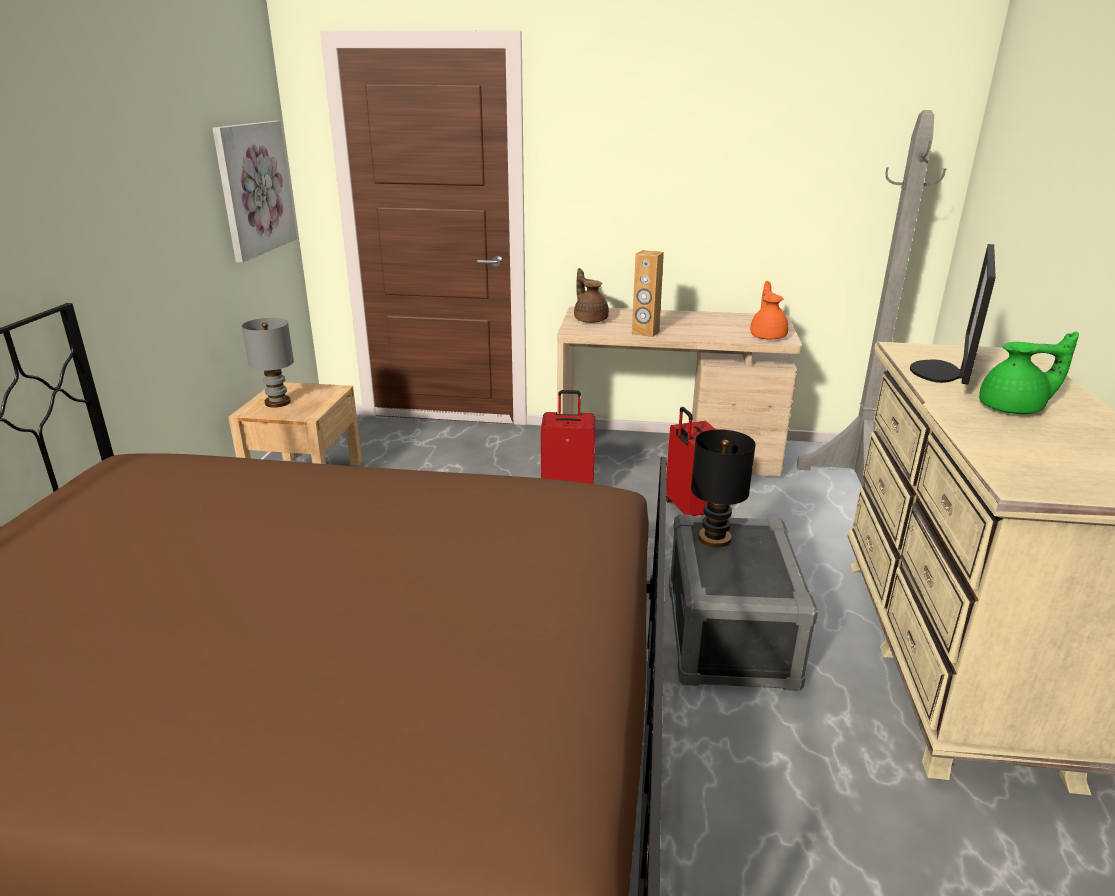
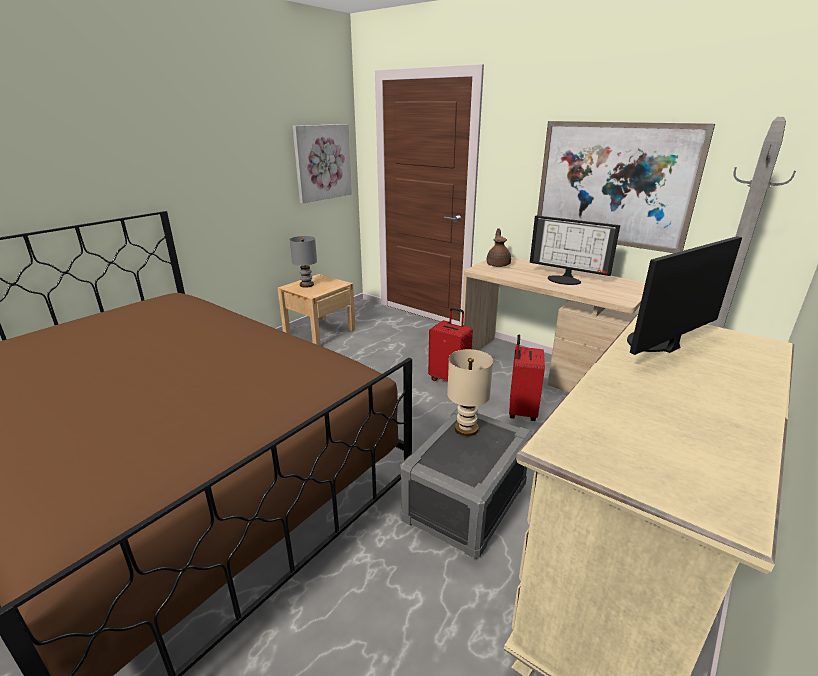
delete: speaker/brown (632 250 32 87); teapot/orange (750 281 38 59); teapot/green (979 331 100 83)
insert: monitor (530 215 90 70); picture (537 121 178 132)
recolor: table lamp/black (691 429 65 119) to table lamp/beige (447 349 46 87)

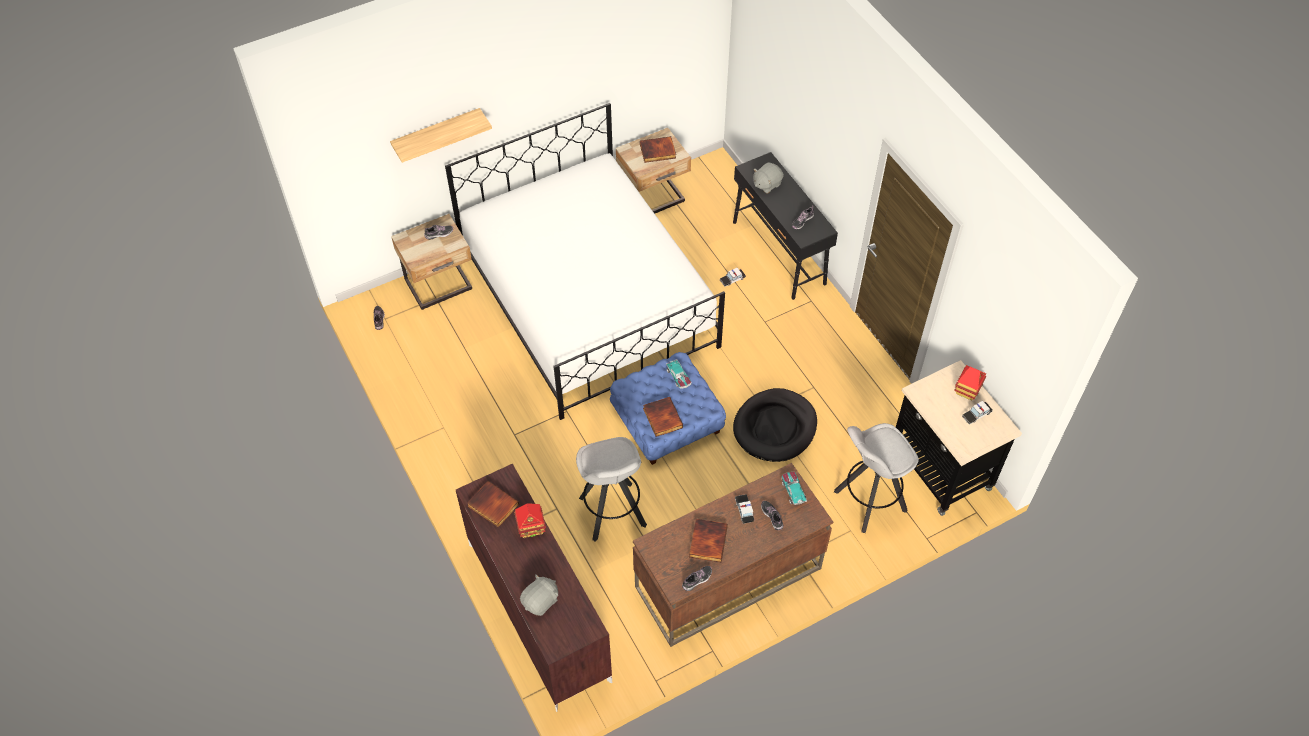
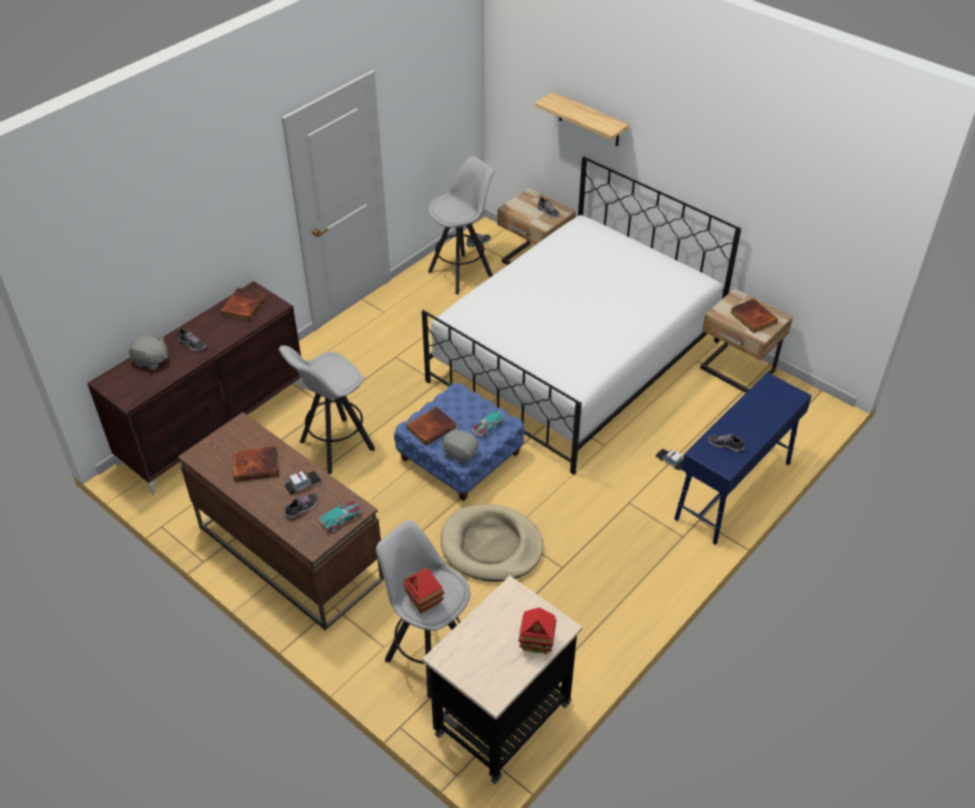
delete: toy car (962 401 31 24)
insert: stool/grey (428 156 66 138)
move: toy house (514 503 32 35) to (403 568 41 46); shoe (682 566 30 25) to (177 327 30 24); plush toy/grey (753 162 31 32) to (442 426 37 38)
recolor: console table/black (733 152 105 148) to console table/blue (674 372 138 173); dog bed/black (733 388 84 74) to dog bed/beige (441 504 102 78)

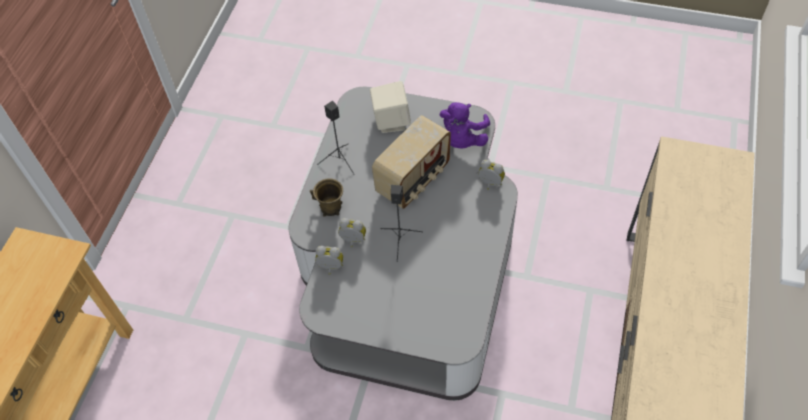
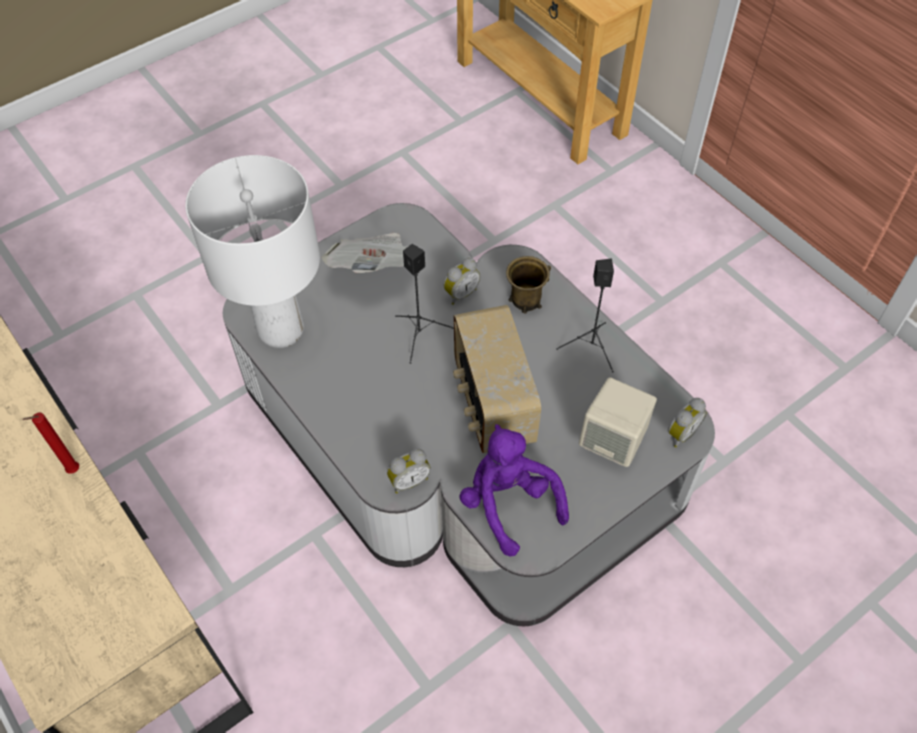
insert: candle/red (23 413 56 61); table lamp/white (185 155 135 193); newspaper (321 233 87 40)
move: alarm clock (315 246 28 29) to (668 398 39 49)

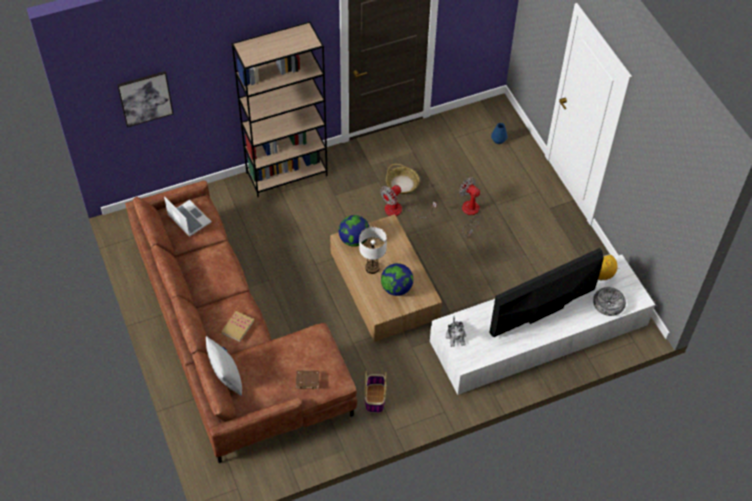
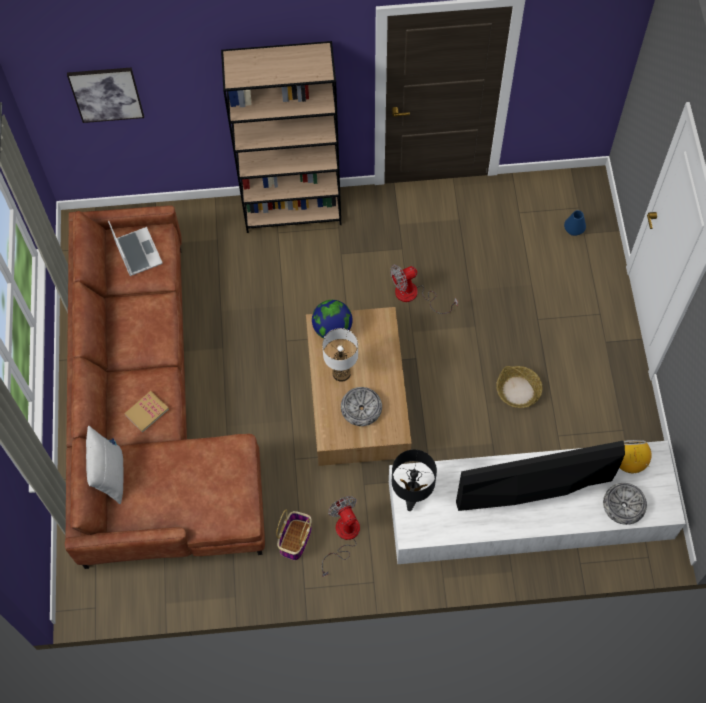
delete: book/brown (296 370 23 19)
move: basket (386 164 33 30) to (496 366 46 42); fan (459 177 22 60) to (322 496 38 81)
replace: globe (381 263 32 33) to bowl (341 387 41 39); plush toy (446 317 20 30) to table lamp/black (392 449 45 62)

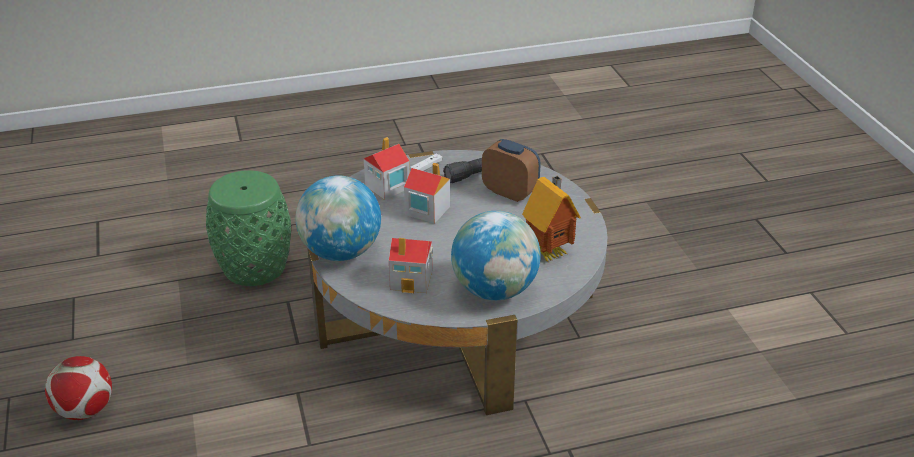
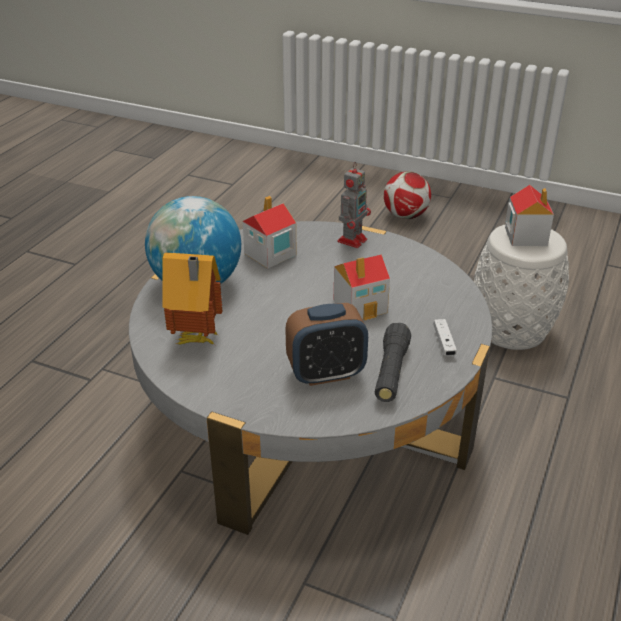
move: toy house (364 137 46 63) to (505 185 49 61)
replace: globe (296 176 85 85) to toy robot (337 162 34 86)
recolor: stool/green (206 170 85 116) to stool/white (474 224 95 126)

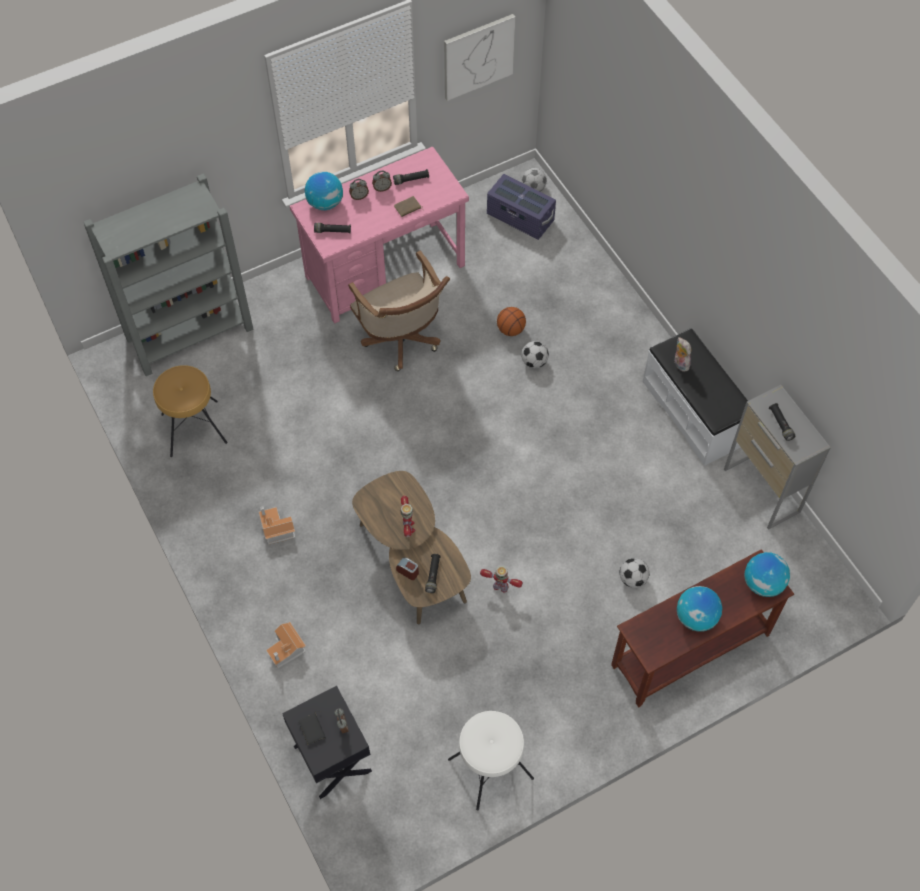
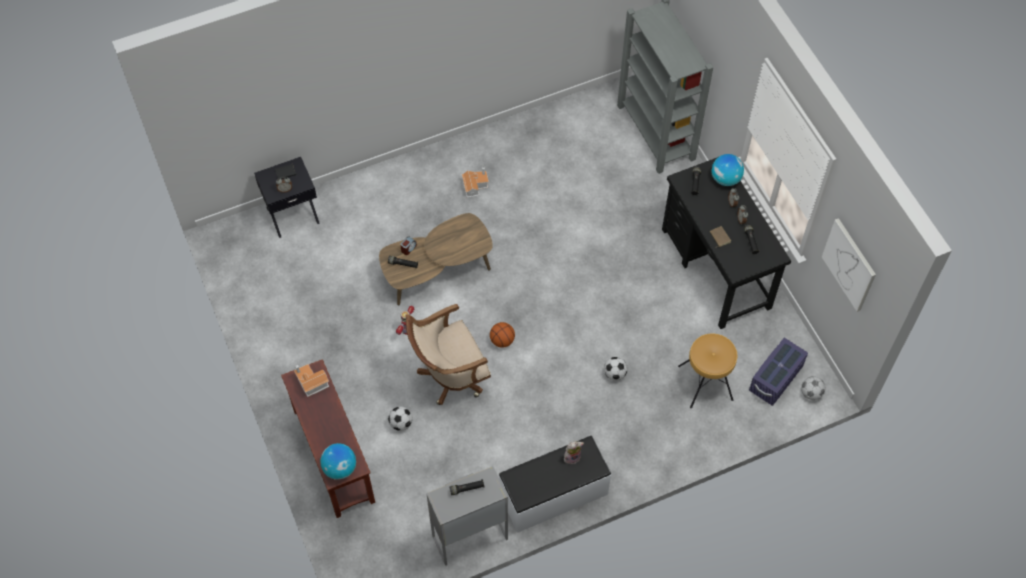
delete: toy robot (400 496 15 41); stool/white (448 711 86 99); globe (677 586 45 46)
move: stool/brown (153 365 75 92) to (678 333 59 75); toy house (266 622 40 46) to (294 364 35 33); office chair (348 251 102 120) to (406 304 85 101); basketball (497 307 29 29) to (490 322 25 26)
recolor: desk/pink (290 146 179 178) to desk/black (662 157 129 172)

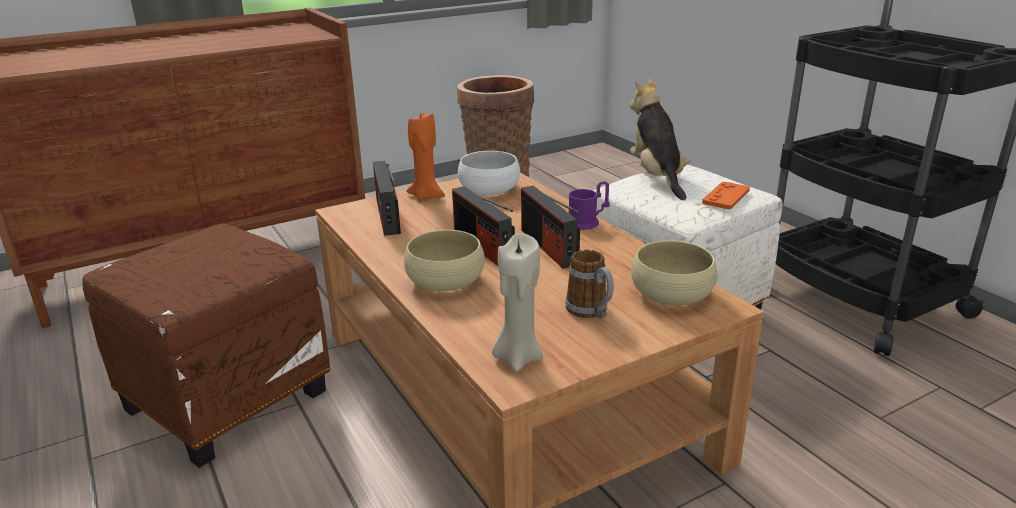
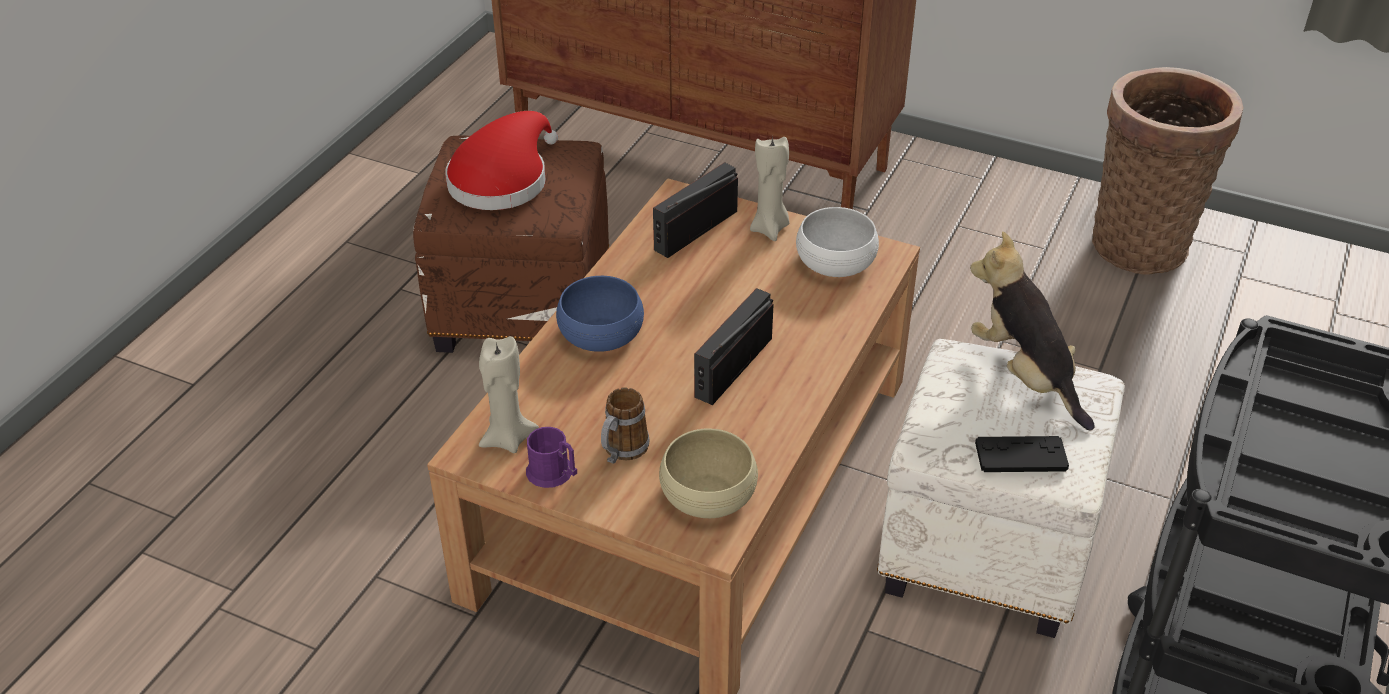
delete: radio (452 186 63 80)
insert: hat/red (445 111 113 99)
move: mug/purple (569 181 41 49) to (526 427 51 61)
recolor: bowl/beige (404 230 81 61) to bowl/blue (556 276 88 76); candle/orange (406 113 39 88) to candle/beige (750 136 39 105); game controller/orange (702 182 48 27) to game controller/black (975 436 94 36)
rotate: plush toy (630 79 61 121) = (970 231 125 200) 75 degrees counterclockwise

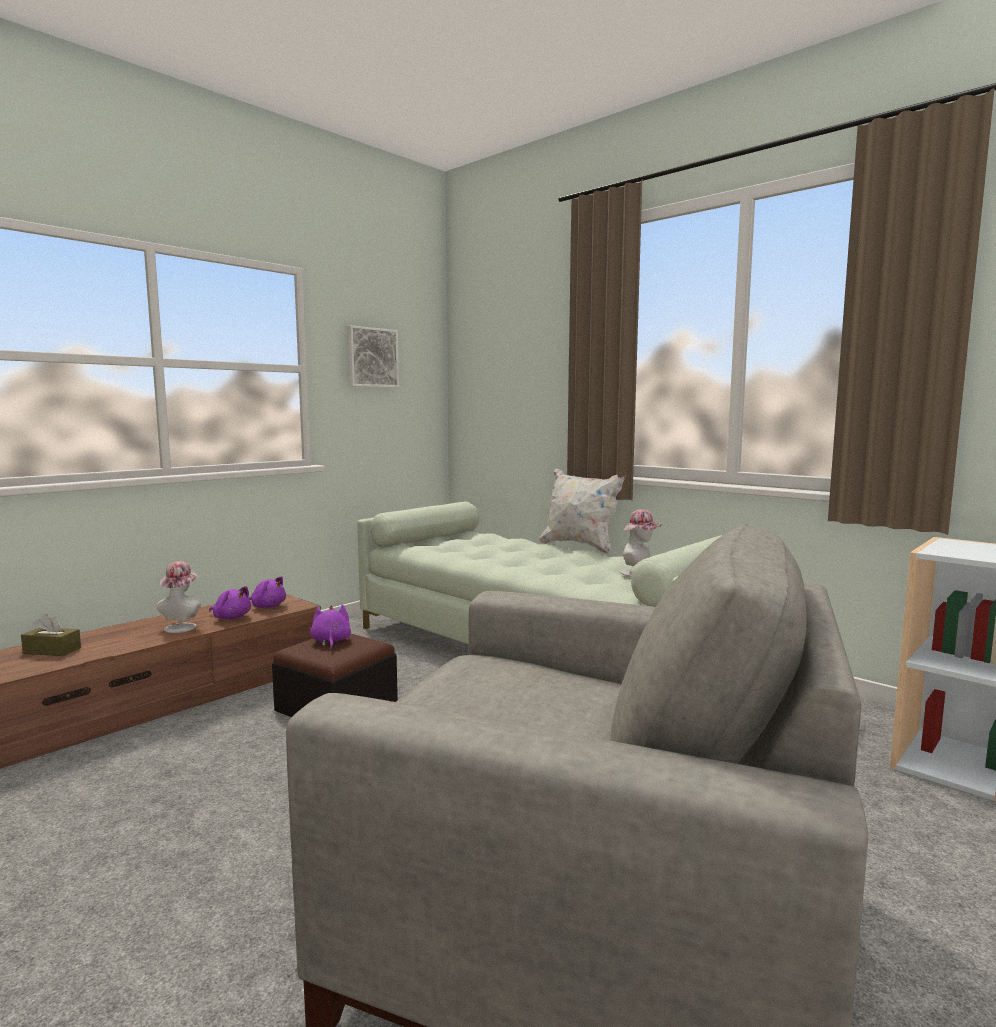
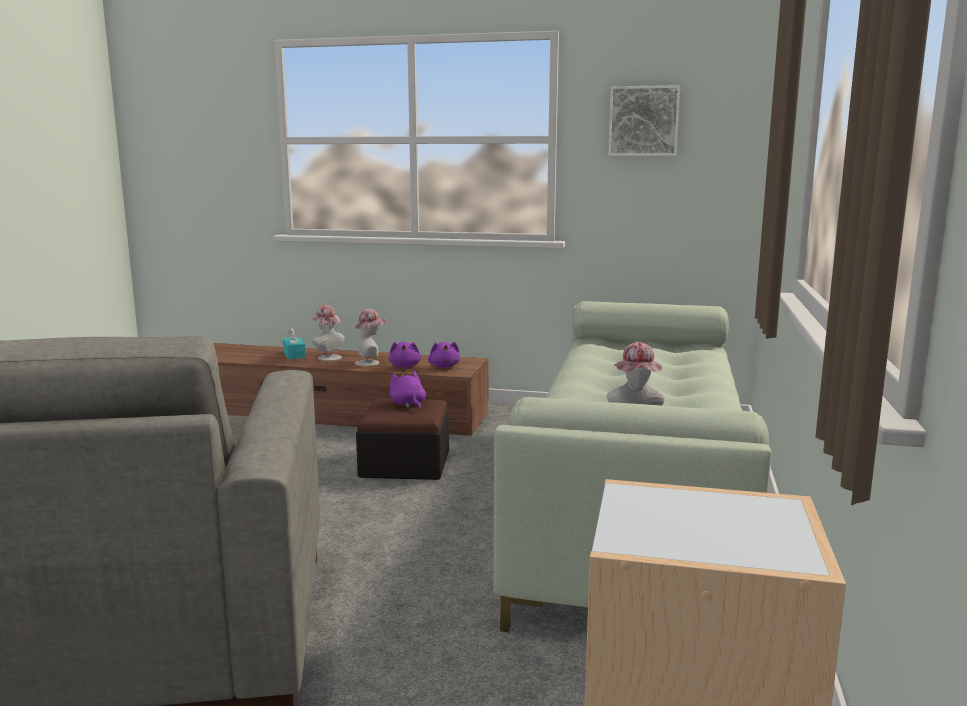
delete: pillow/white (539 469 87 86)
insert: hat (311 305 34 56)
recolor: tissue box/brown (21 614 60 42) to tissue box/turquoise (283 328 23 31)
rotate: plush toy/purple (310 605 41 44) = (390 371 36 39) 75 degrees counterclockwise

